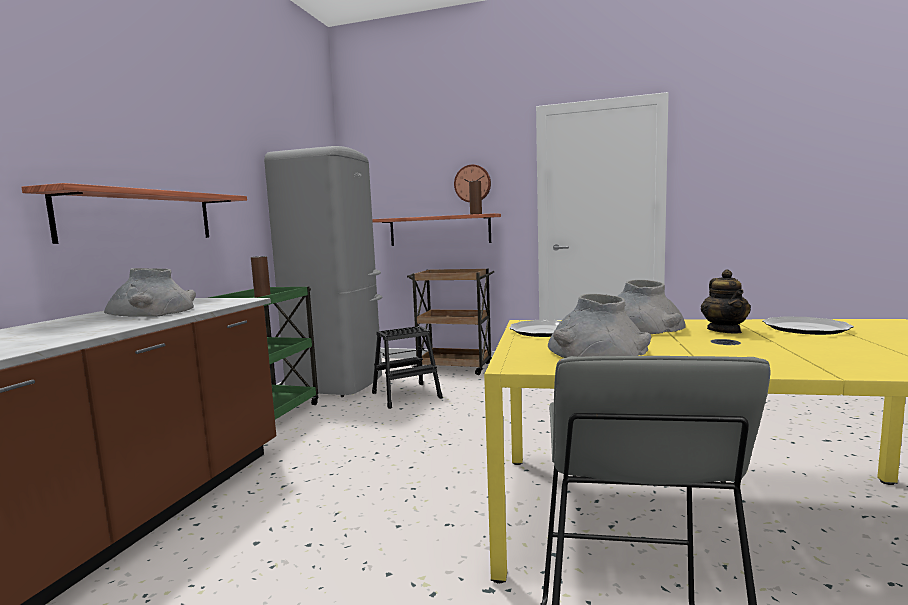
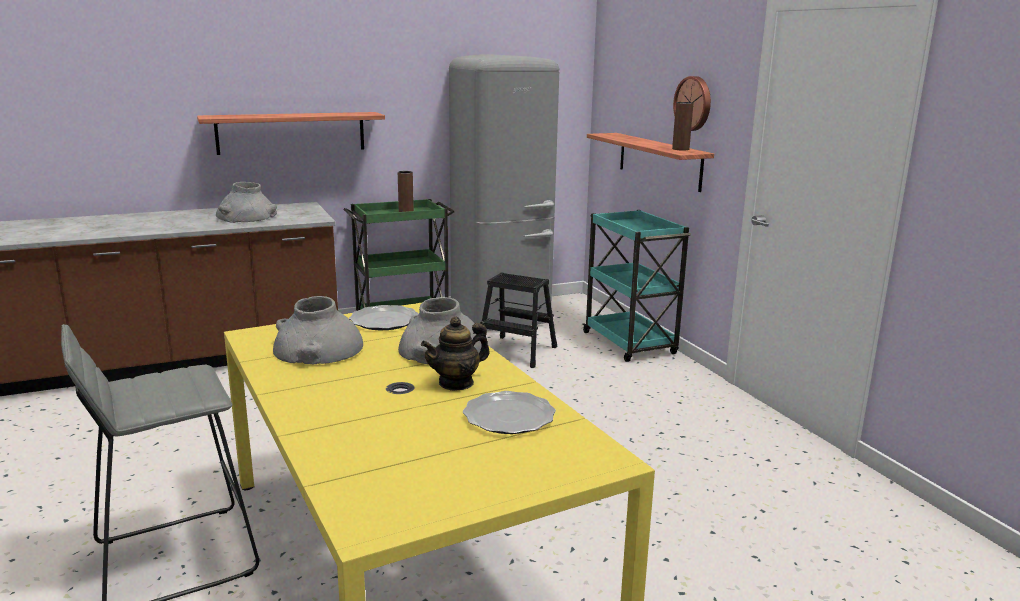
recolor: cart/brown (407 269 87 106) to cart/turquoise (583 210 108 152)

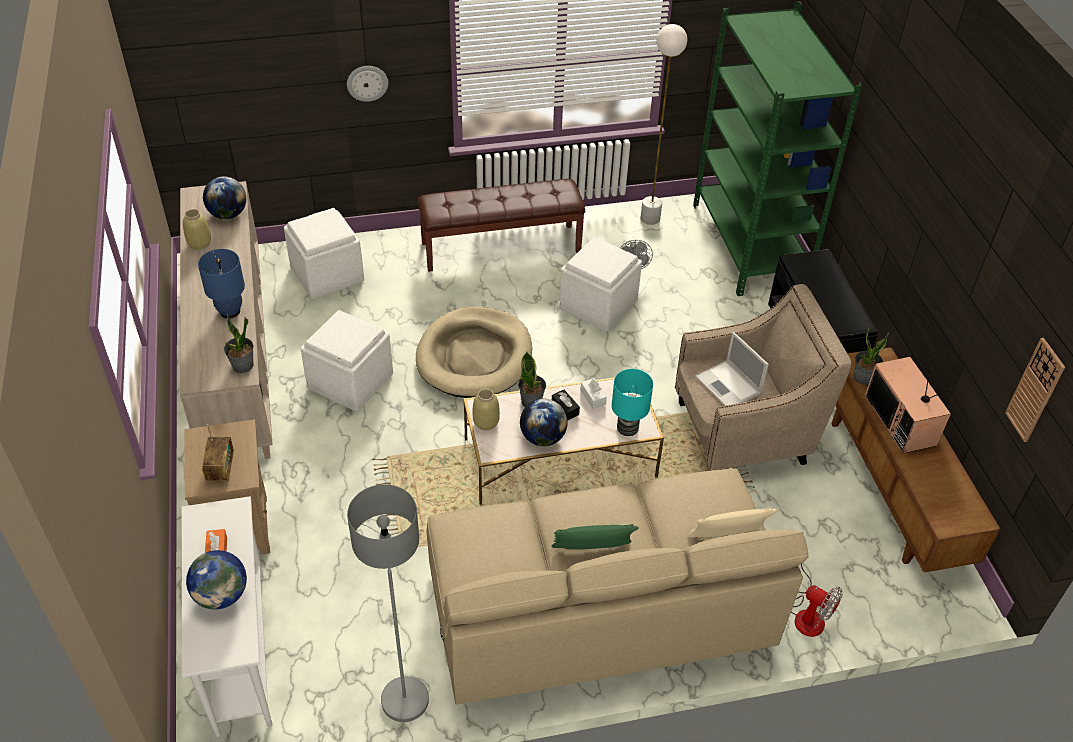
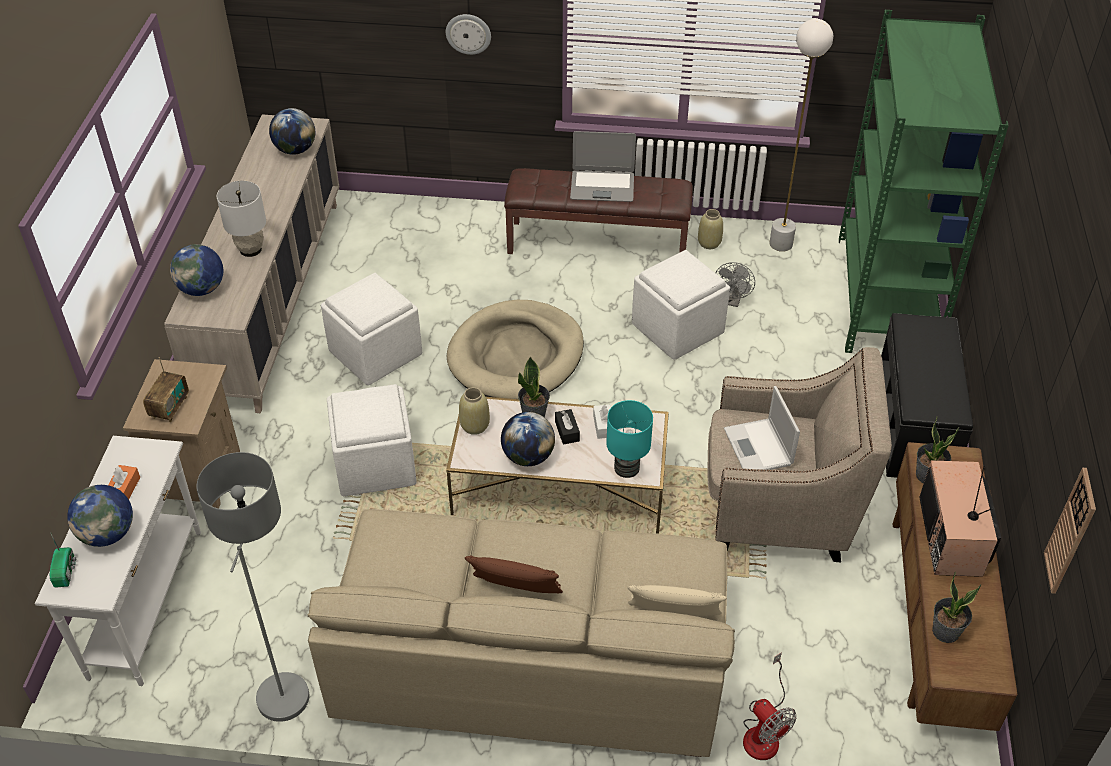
insert: radio (50 532 26 56); globe (170 244 53 52); laptop (570 131 66 71)
move: vase/beige (183 209 28 41) to (698 209 25 40); potted plant (224 313 30 60) to (932 572 49 71); ottoman/white (284 208 80 91) to (327 384 90 112)
recolor: table lamp/blue (198 249 47 69) to table lamp/white (217 181 49 76); pillow/green (551 524 87 25) to pillow/brown (465 556 98 37)

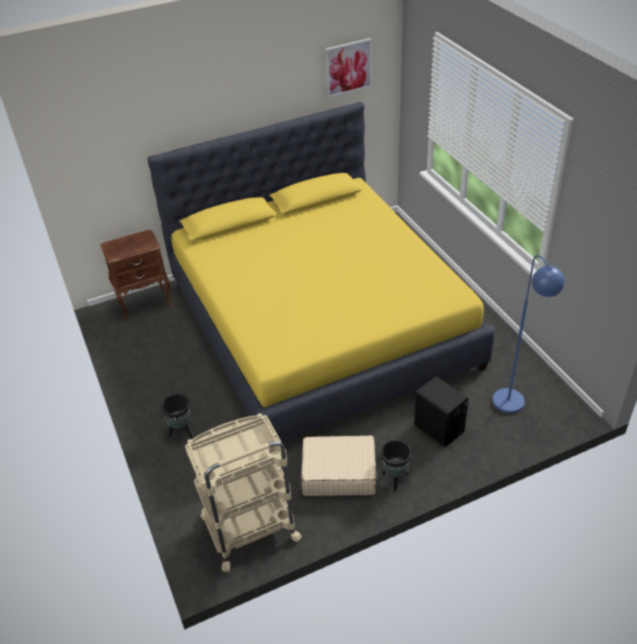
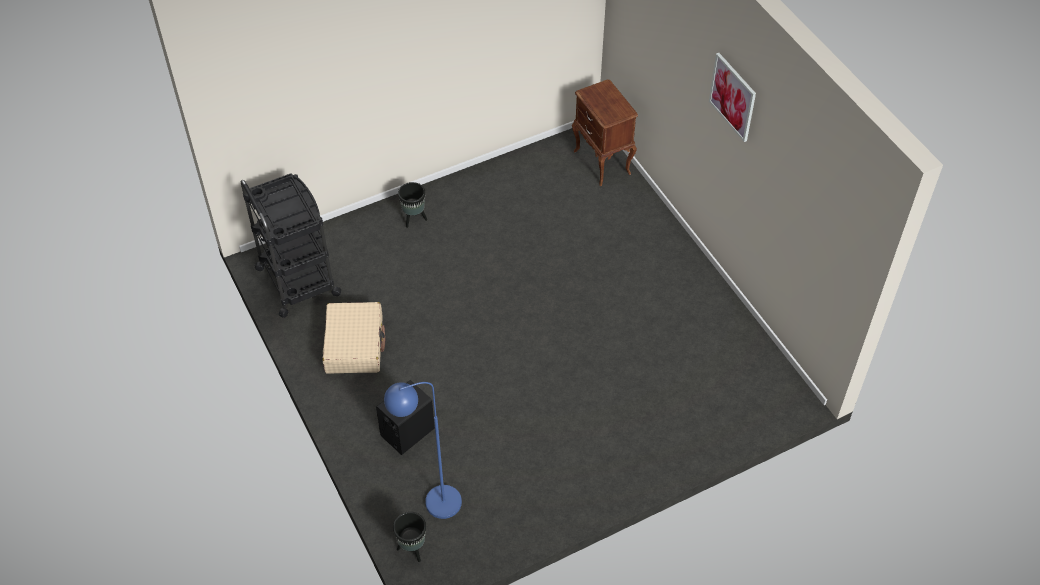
delete: bed/yellow (147 102 348 340)
move: picture (325 38 47 60) to (709 53 47 89); planter/black (381 440 31 52) to (393 512 33 50)
recolor: cart/beige (185 413 117 159) to cart/black (241 173 100 145)

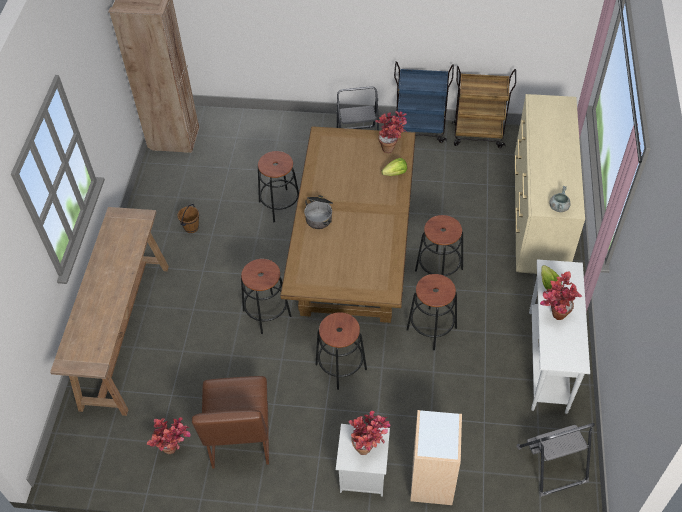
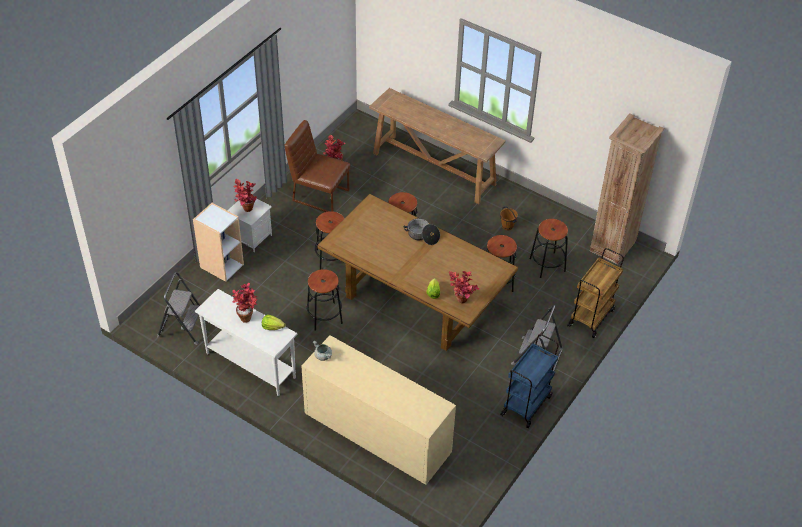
move: stool/black (415 215 48 61) to (530 219 38 59); cart/brown (452 66 64 82) to (567 248 57 90)

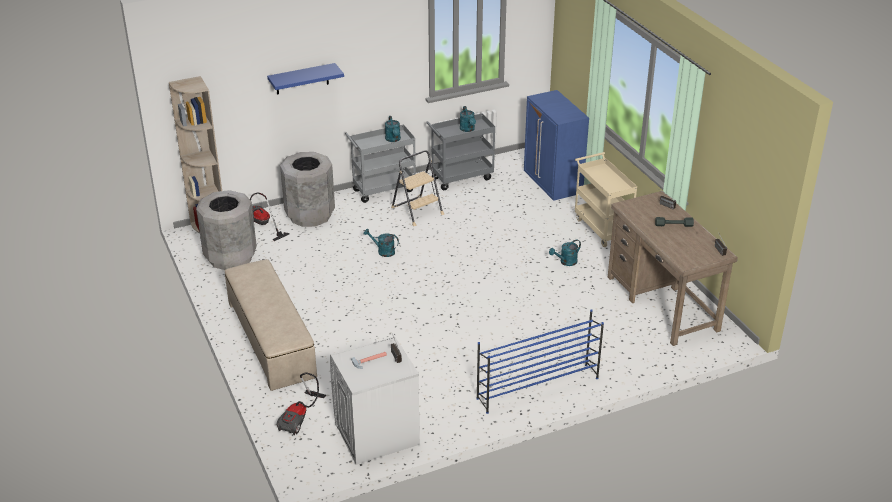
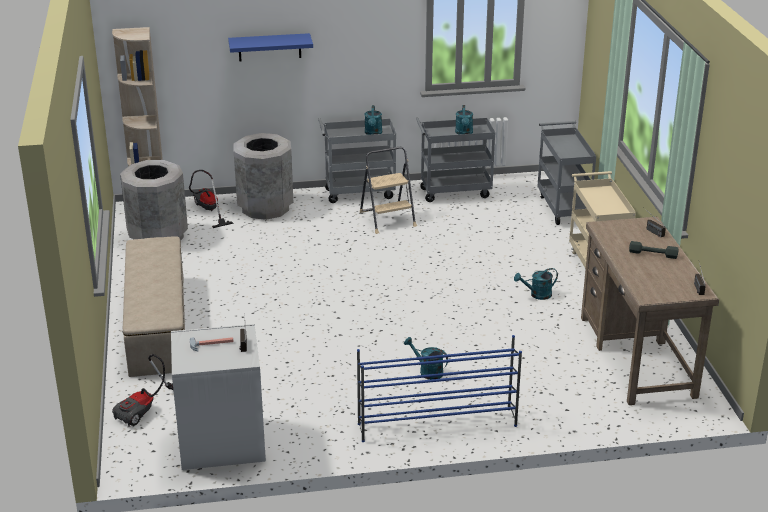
move: watering can/turquoise (364 229 35 28) to (404 337 44 43)
replace: cabinet/blue (524 90 65 111) to cart/grey (537 121 59 104)

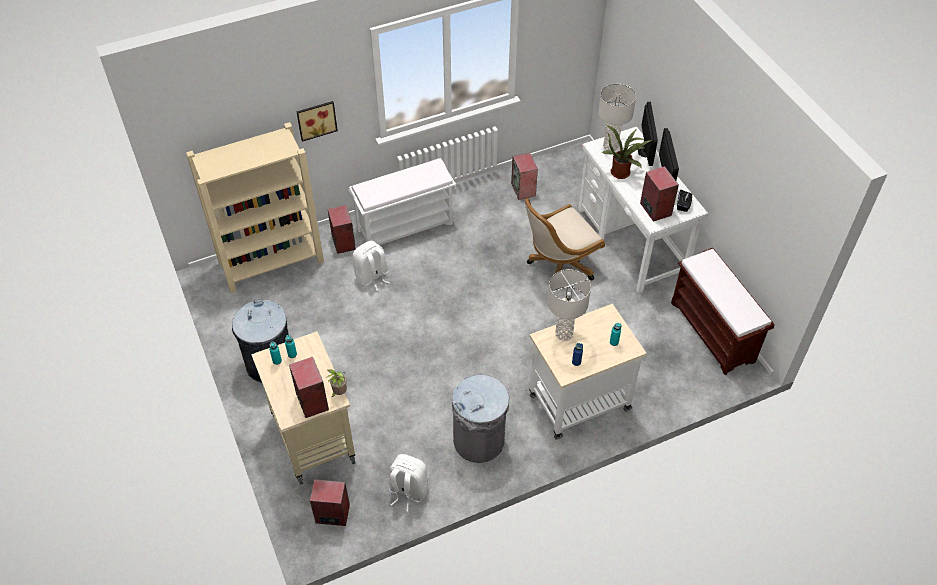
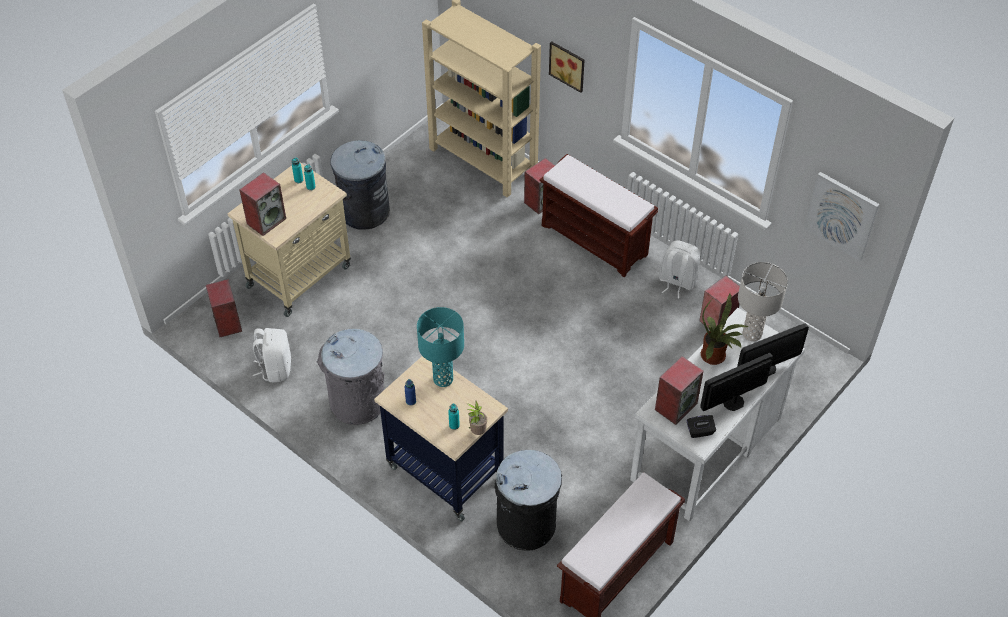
delete: office chair (525 198 80 82)
insert: trash can/black (495 450 67 101); picture (804 172 75 89)
move: potted plant (327 369 20 28) to (467 401 20 34); backpack/white (353 241 37 50) to (659 241 41 57)
recolor: bench/white (349 158 107 87) to bench/brown (539 154 119 123); cart/white (529 304 118 136) to cart/blue (374 356 134 165); table lamp/white (548 269 43 72) to table lamp/turquoise (417 307 47 80)

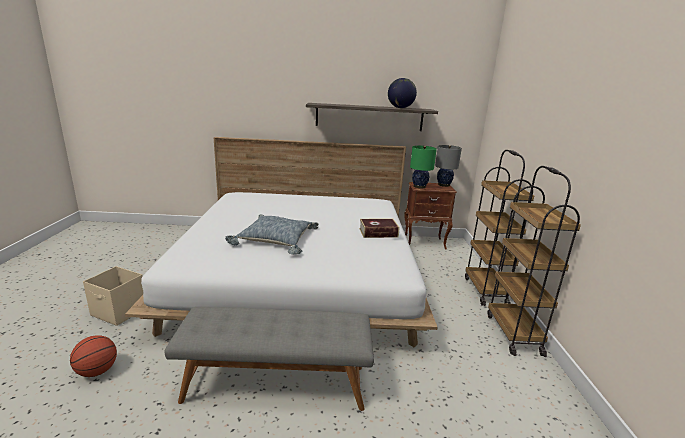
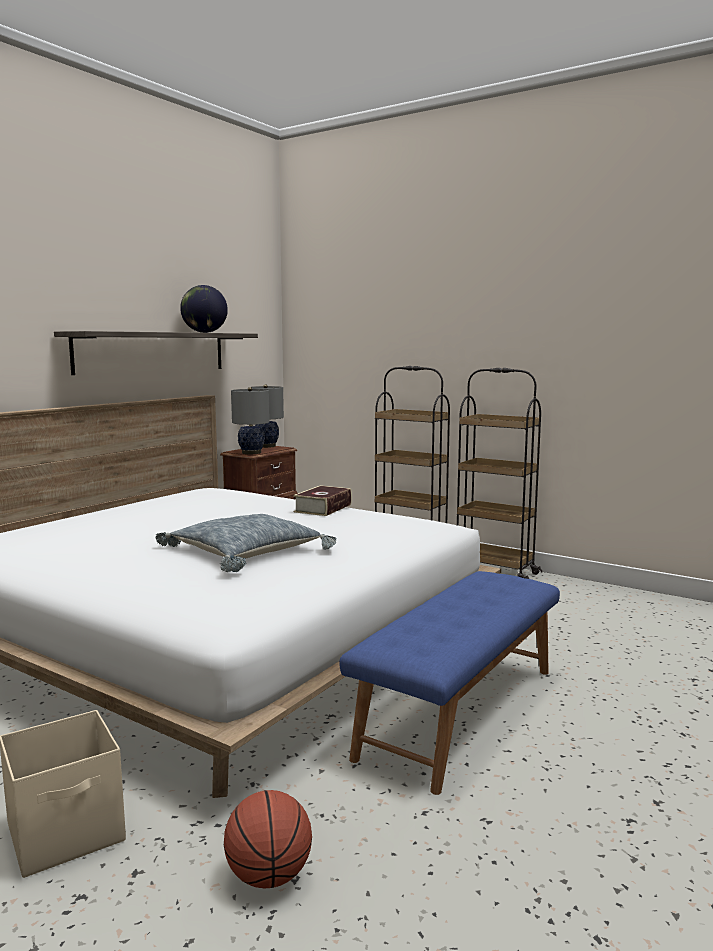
recolor: bench/grey (164 307 210 104) to bench/blue (339 571 221 224); table lamp/green (410 146 27 42) to table lamp/grey (231 387 39 67)

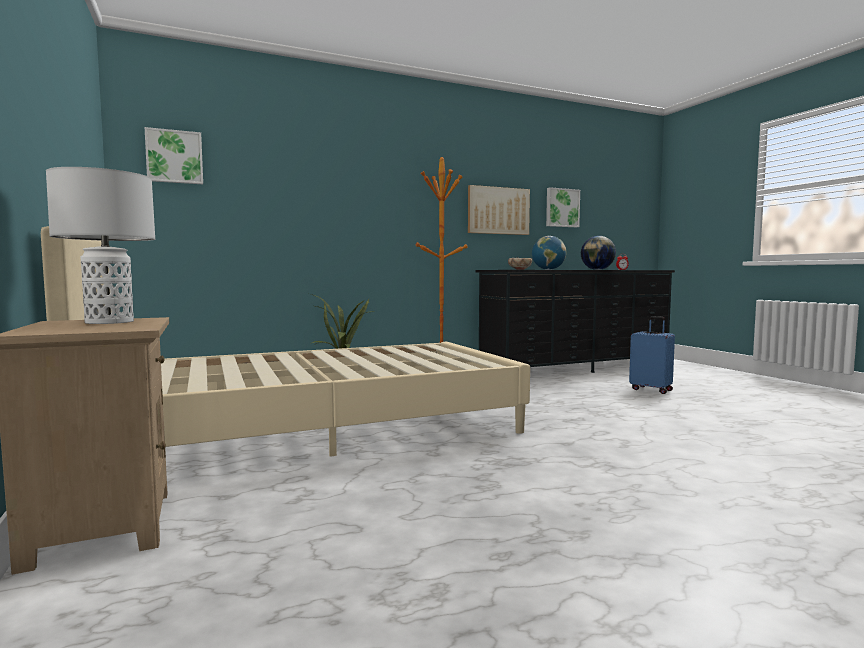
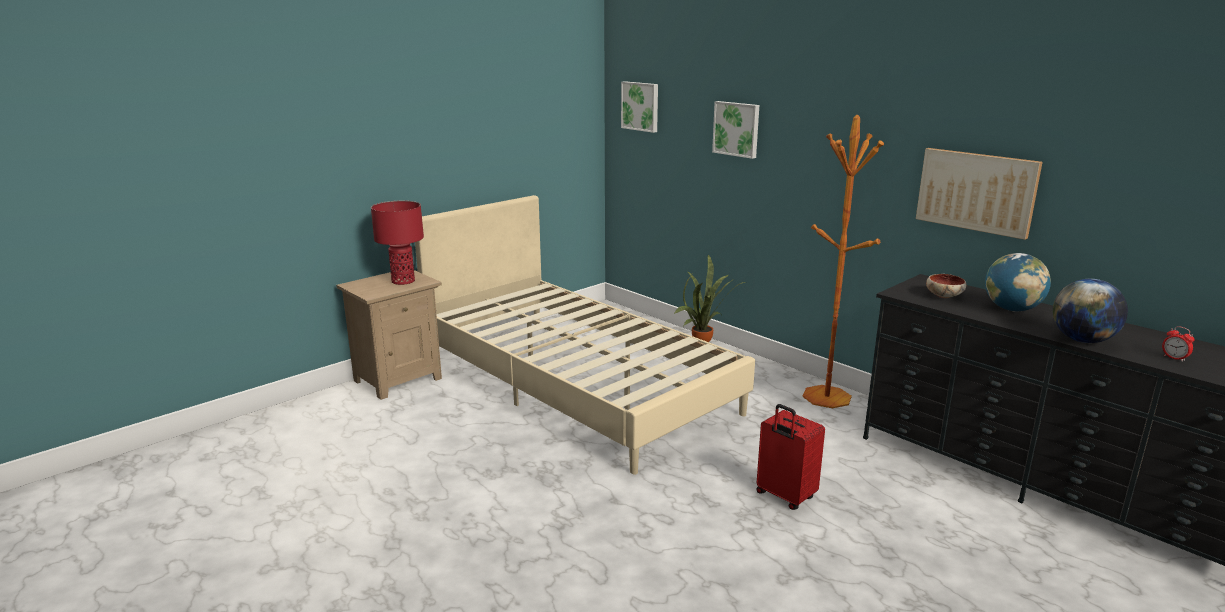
delete: suitcase/blue (629 316 46 78)
insert: suitcase/red (756 404 69 106)
move: picture (546 187 34 40) to (712 101 47 58)
recolor: table lamp/white (46 167 109 157) to table lamp/red (371 200 53 85)

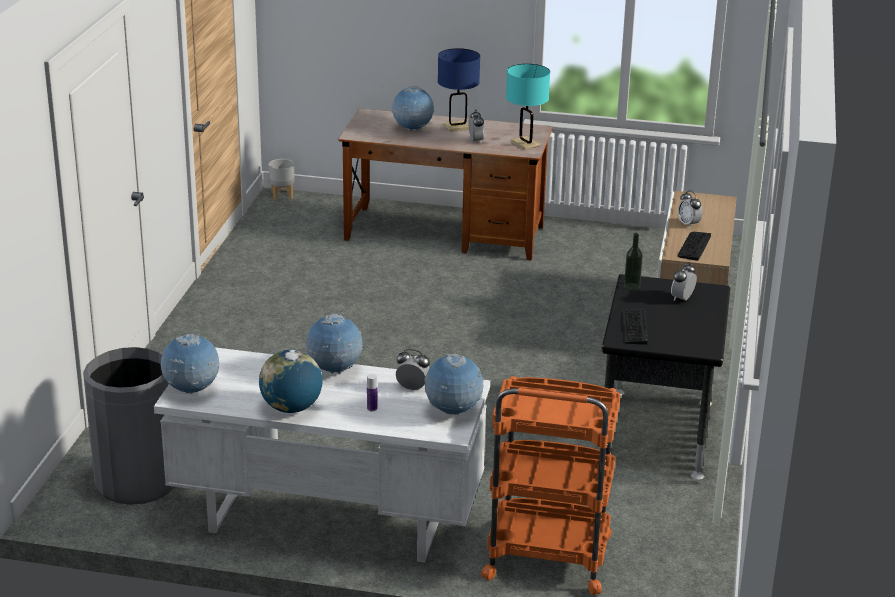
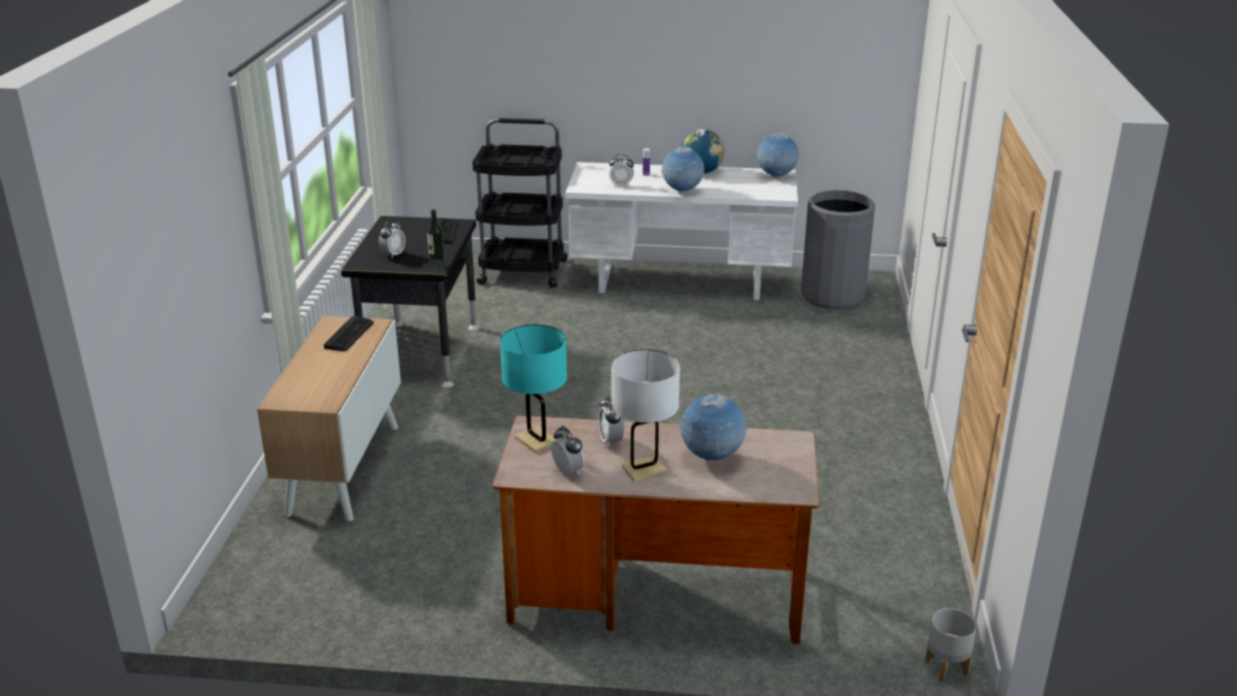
delete: globe (424 354 60 61)
move: alarm clock (678 190 25 38) to (551 426 34 49)
recolor: table lamp/blue (438 48 42 84) to table lamp/white (611 349 69 133); cart/orange (481 376 140 219) to cart/black (472 118 96 170)

